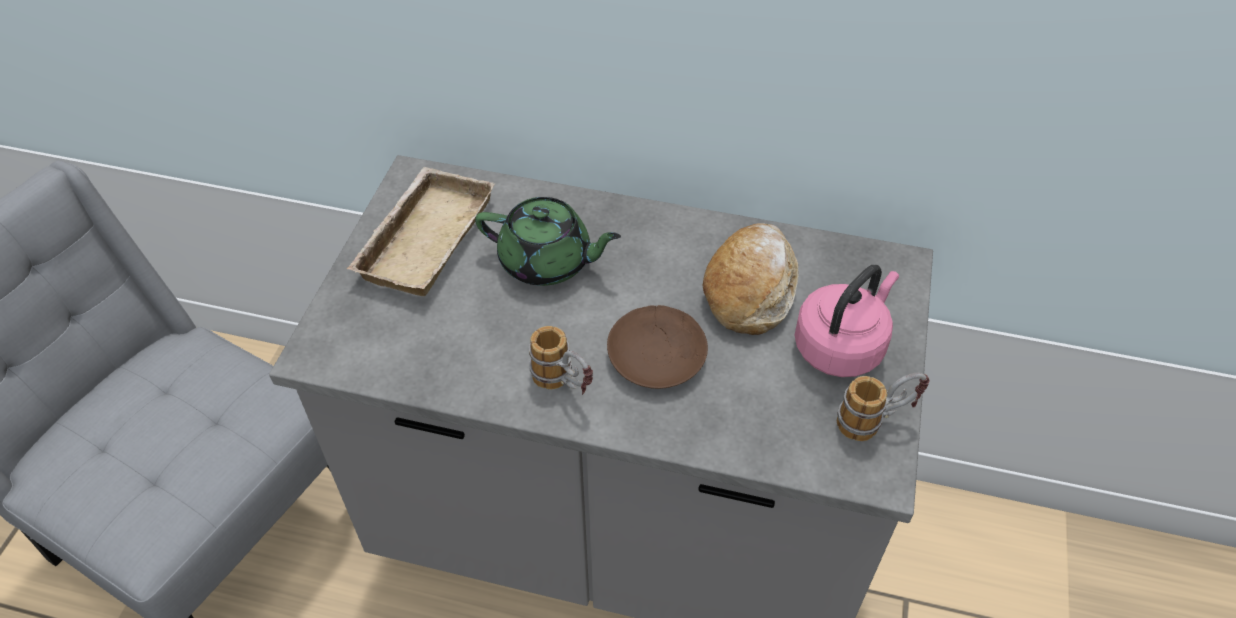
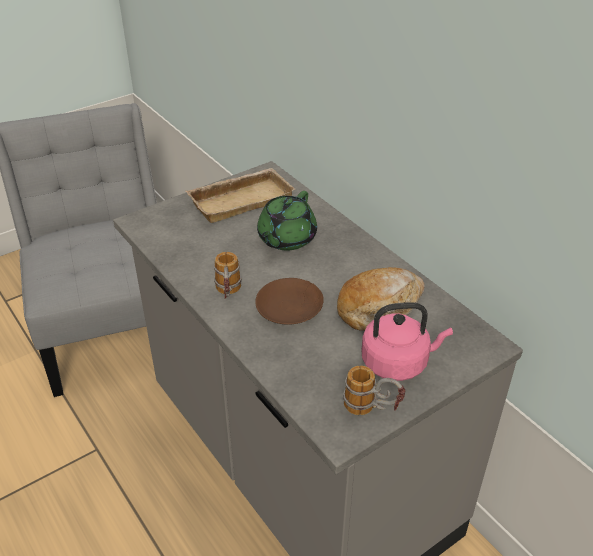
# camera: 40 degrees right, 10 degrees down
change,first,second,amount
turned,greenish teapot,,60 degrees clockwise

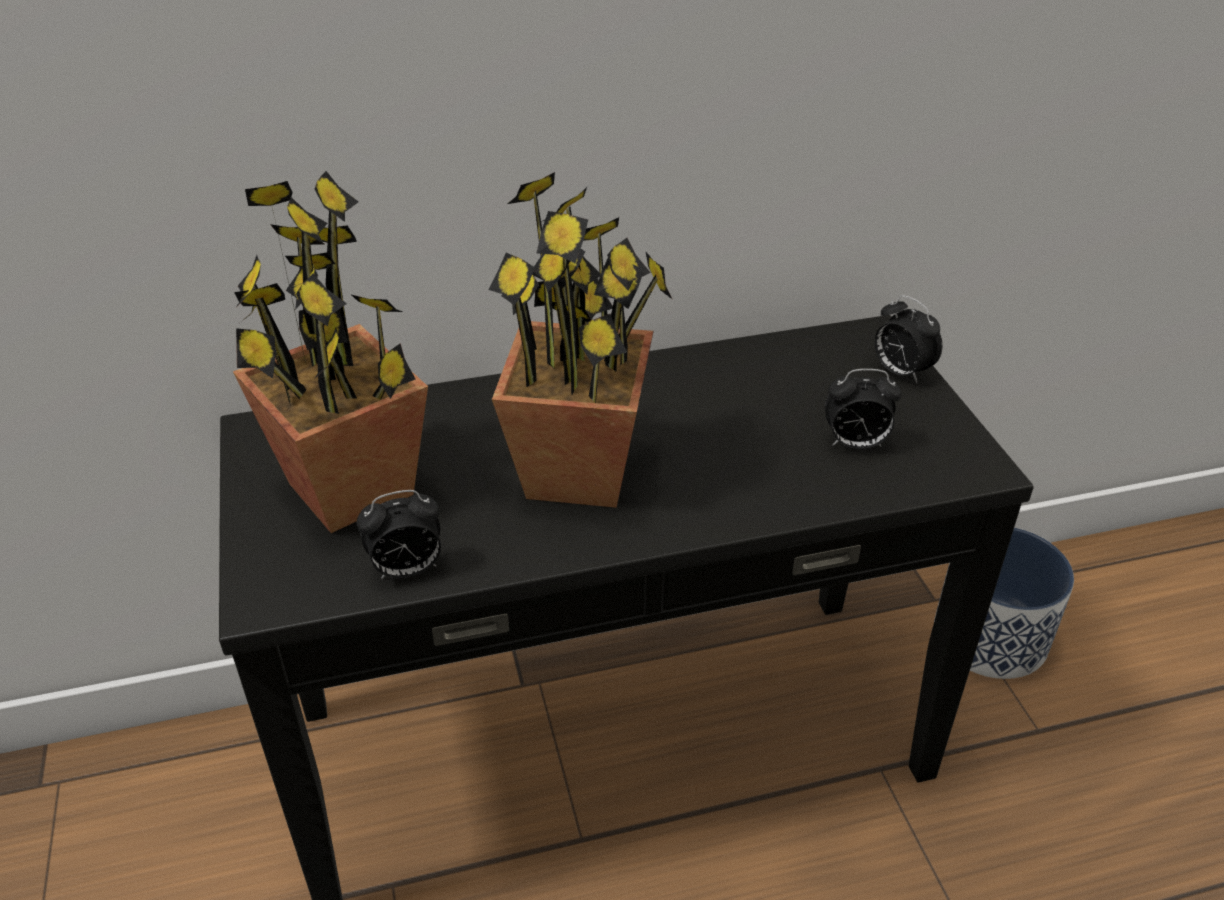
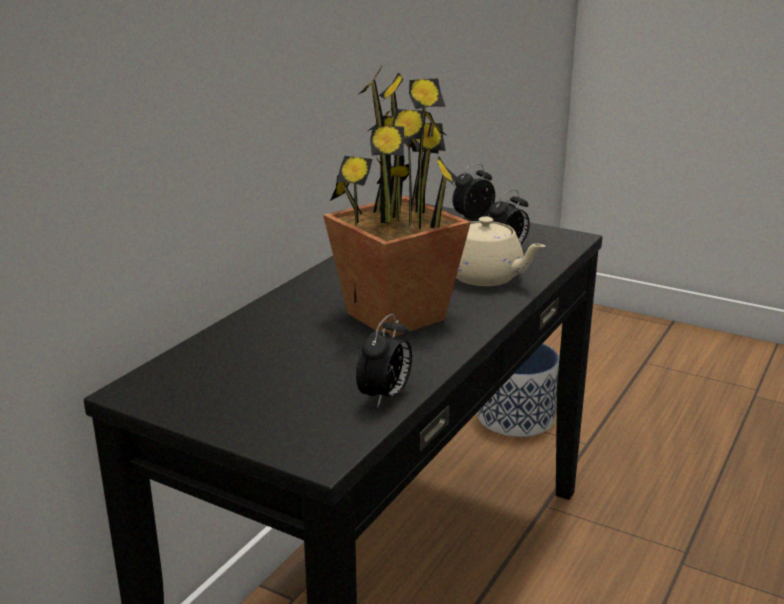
# camera: 45 degrees left, 15 degrees down
change,first,second,amount
turned,table clock (3rd from left in the first image),table clock (2nd from left),135 degrees clockwise
added,,beige teapot,
removed,houseplant (1st from left),,

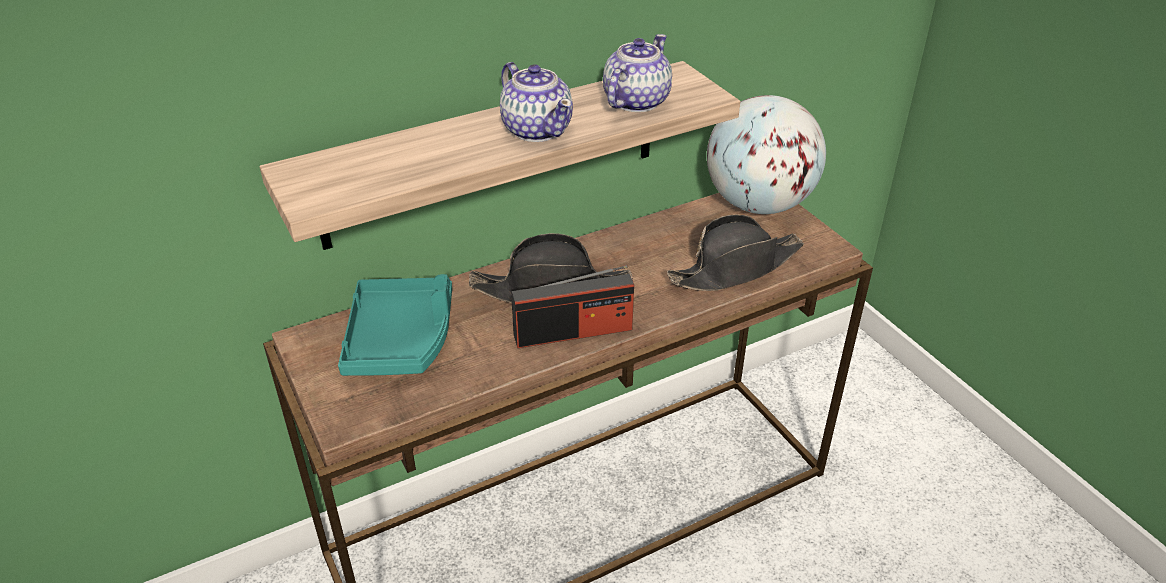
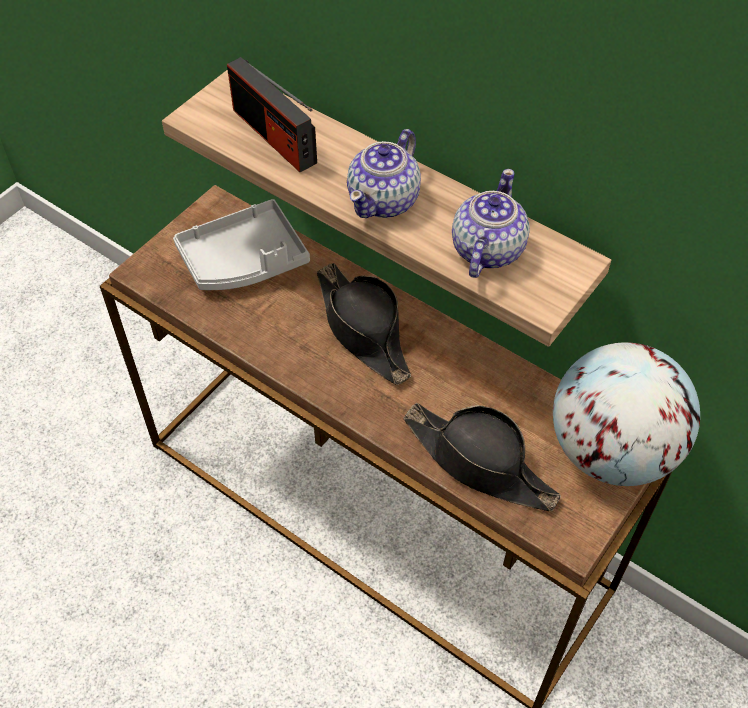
# camera: 65 degrees right, 15 degrees up
change,first,second,amount
recoloured,turquoise tray,grey tray,
moved,radio,,
turned,teapot (2nd from left),,75 degrees counterclockwise

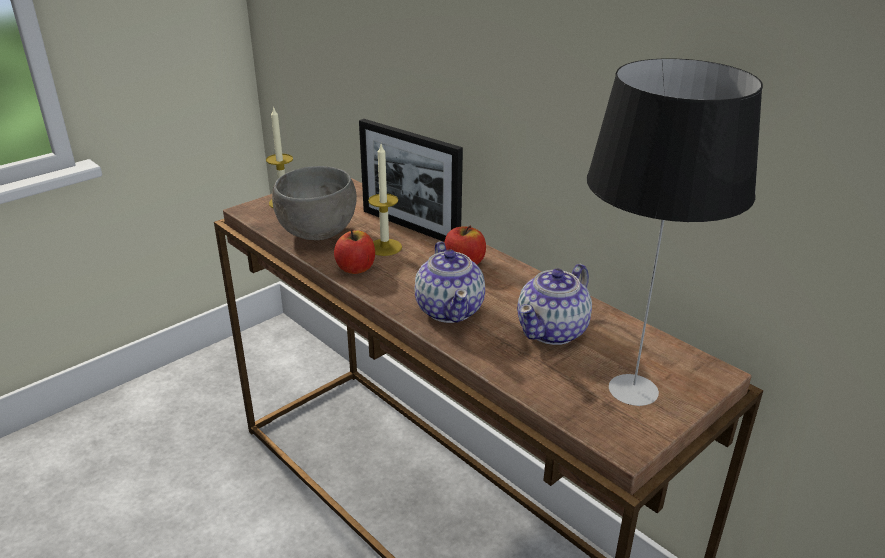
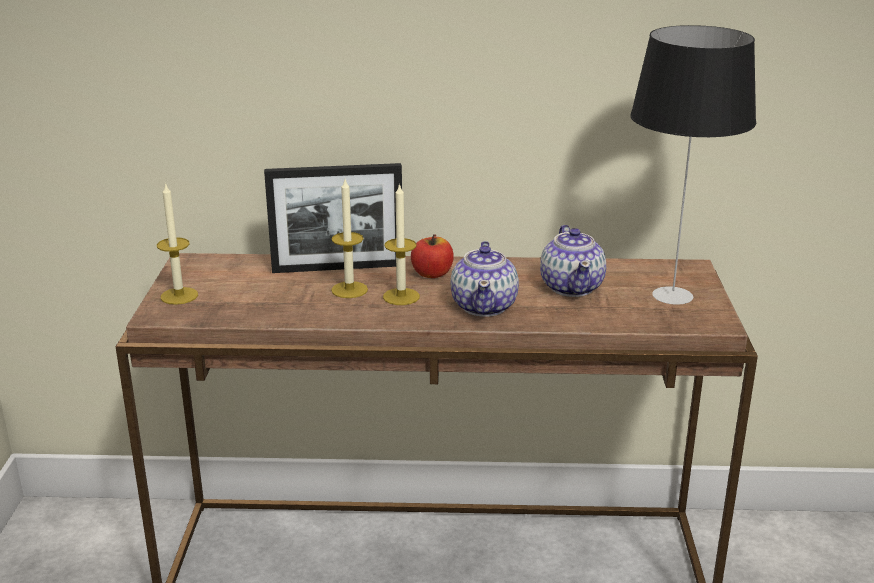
# camera: 45 degrees left, 5 degrees down
change,first,second,amount
added,,wax light (3rd from left),
turned,teapot (1st from left),,60 degrees clockwise
removed,grey deep dish,,
removed,apple (1st from left),,

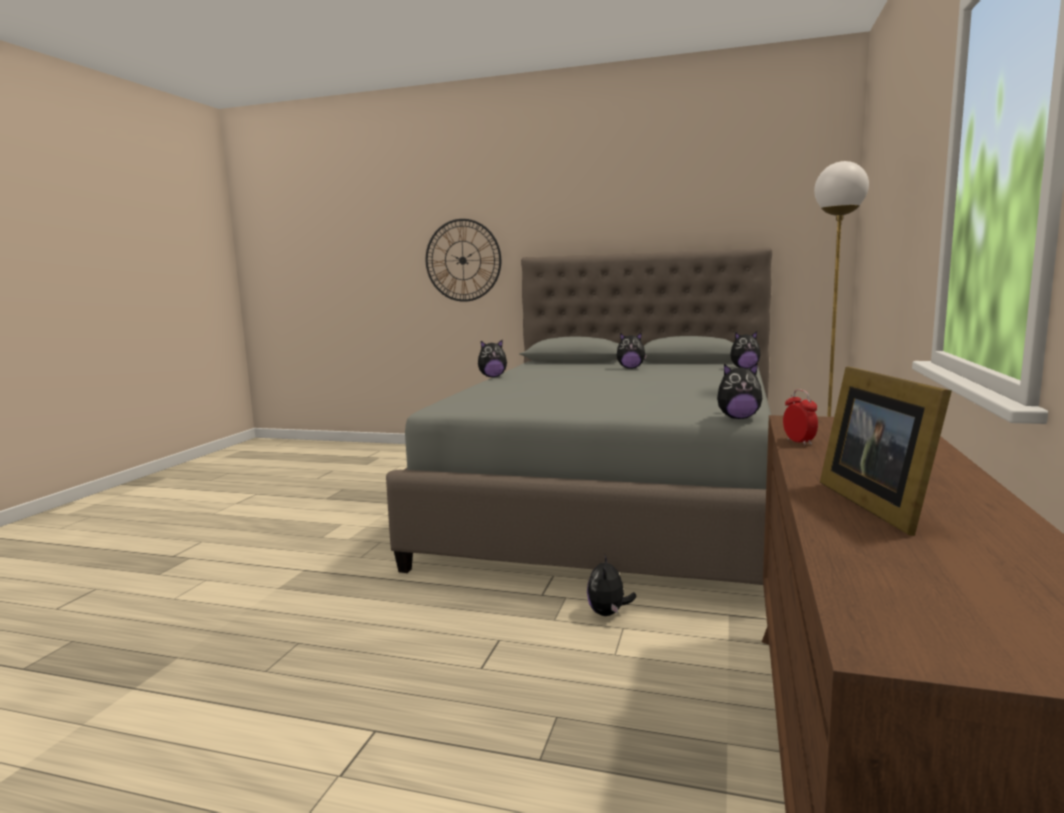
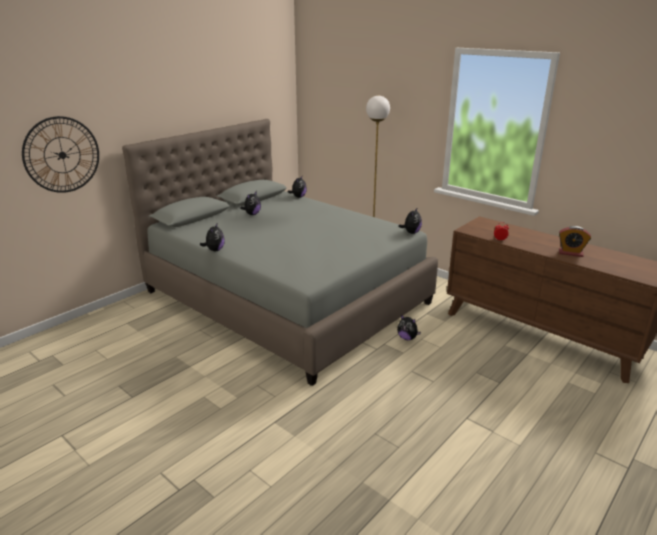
# camera: 65 degrees left, 15 degrees up
change,first,second,amount
replaced,photo frame,table clock (2nd from left),

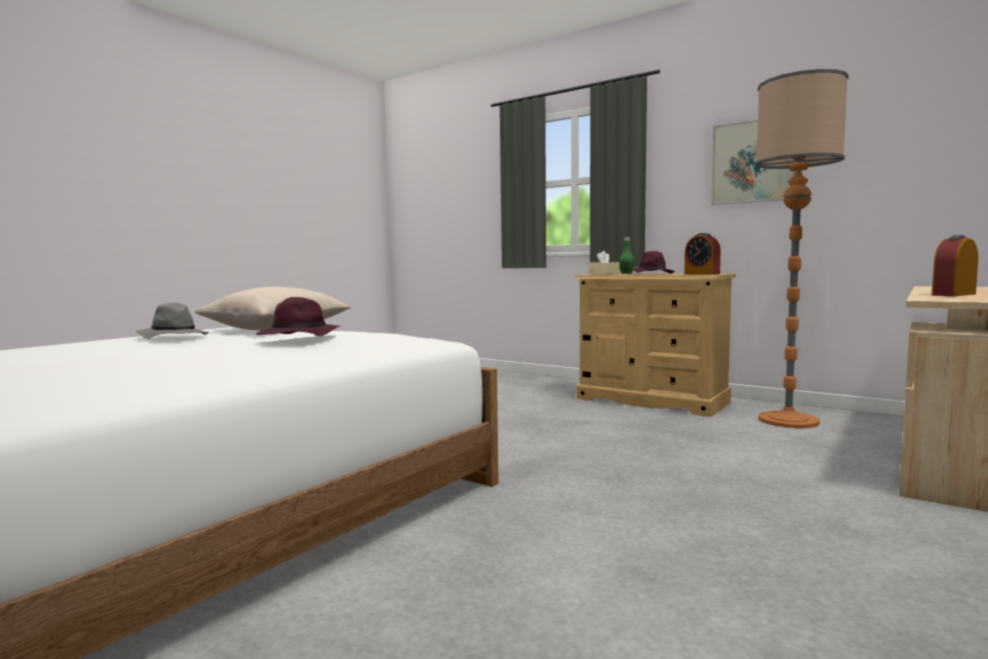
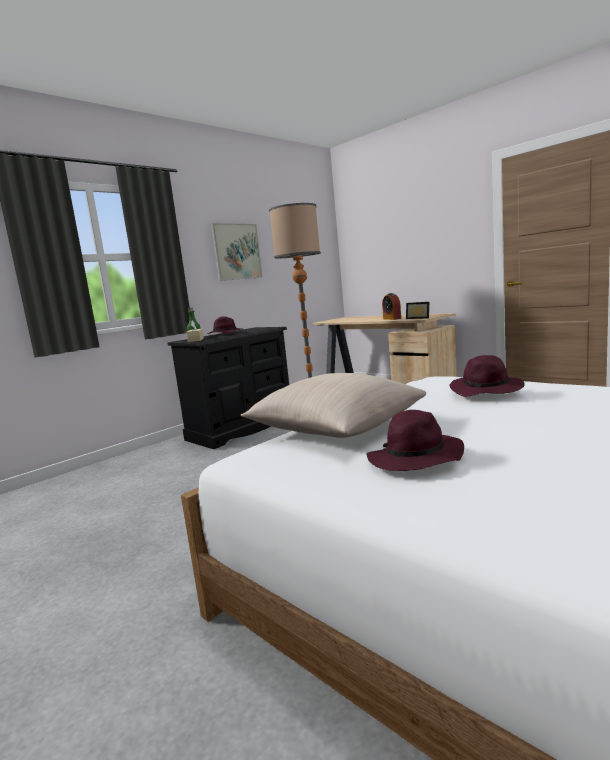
# camera: 80 degrees left, 5 degrees up
change,first,second,amount
recoloured,beige chest of drawers,blackish chest of drawers,
recoloured,grey clothing hat,purplish clothing hat (2nd from left),
added,,photo frame,
removed,table clock (1st from left),,

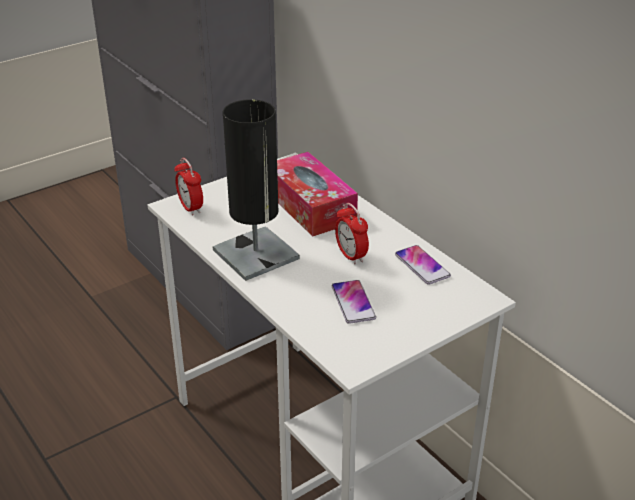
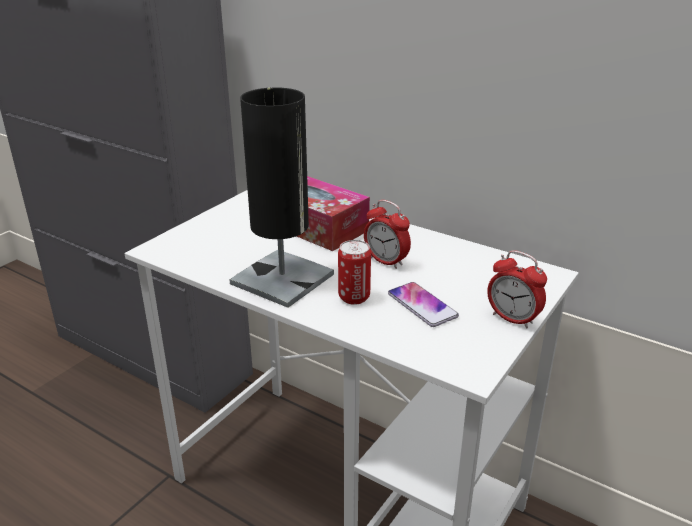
# camera: 20 degrees left, 5 degrees down
change,first,second,amount
added,,metal can,
moved,table clock (1st from left in the first image),table clock (2nd from left),
removed,phone (2nd from left),,

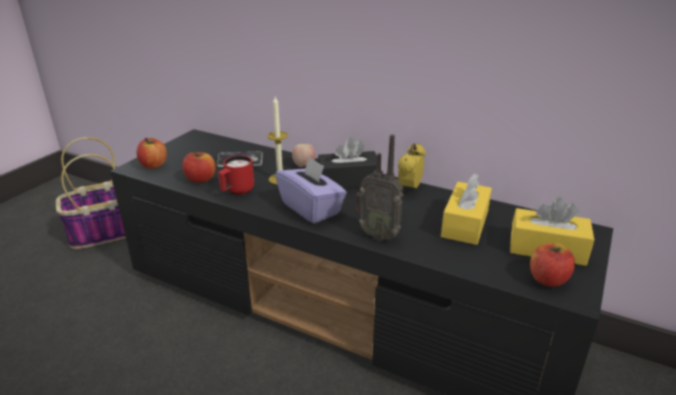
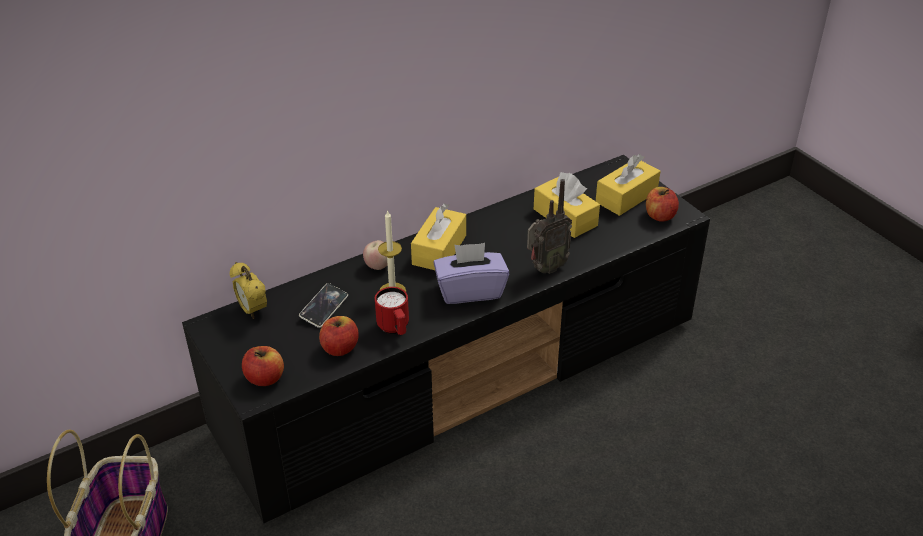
# camera: 60 degrees left, 10 degrees up
change,first,second,amount
moved,table clock,,
recoloured,blackish tissue box,yellow tissue box (1st from left),

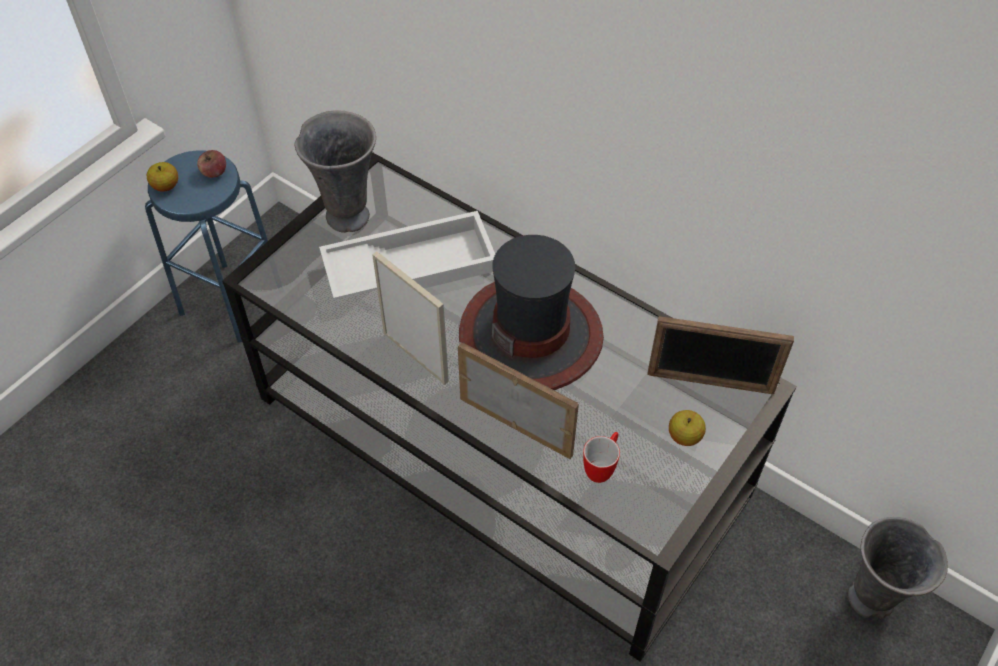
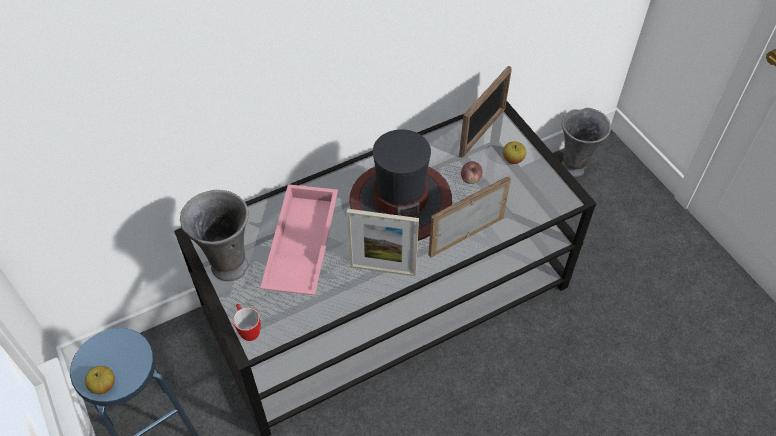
# camera: 65 degrees left, 0 degrees up
change,first,second,amount
moved,mug,,
recoloured,white tray,pink-coloured tray,
turned,photo frame (1st from left),,150 degrees counterclockwise
moved,apple (2nd from left),,

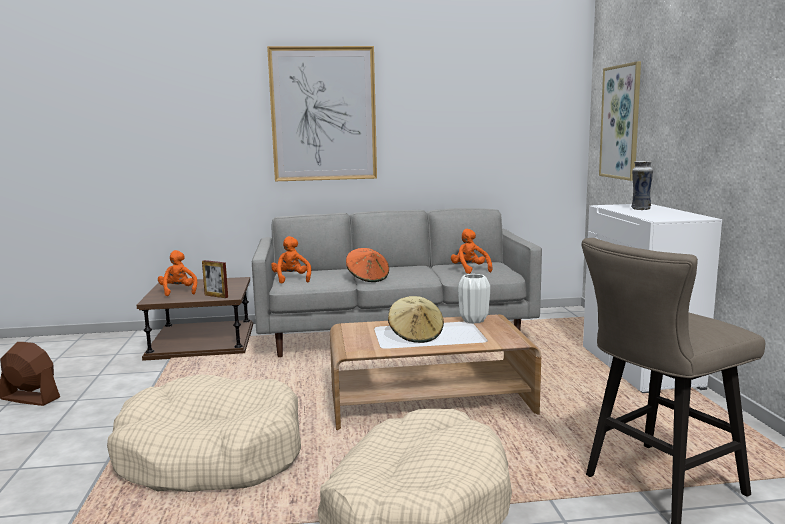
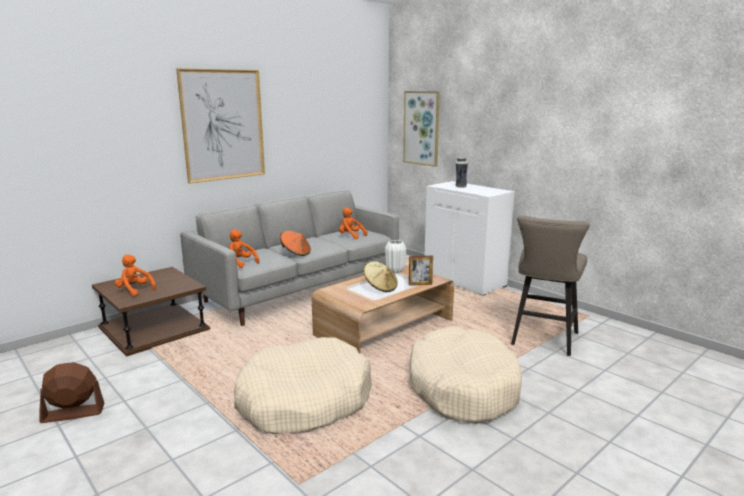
# camera: 35 degrees left, 5 degrees up
change,first,second,amount
moved,photo frame,,

